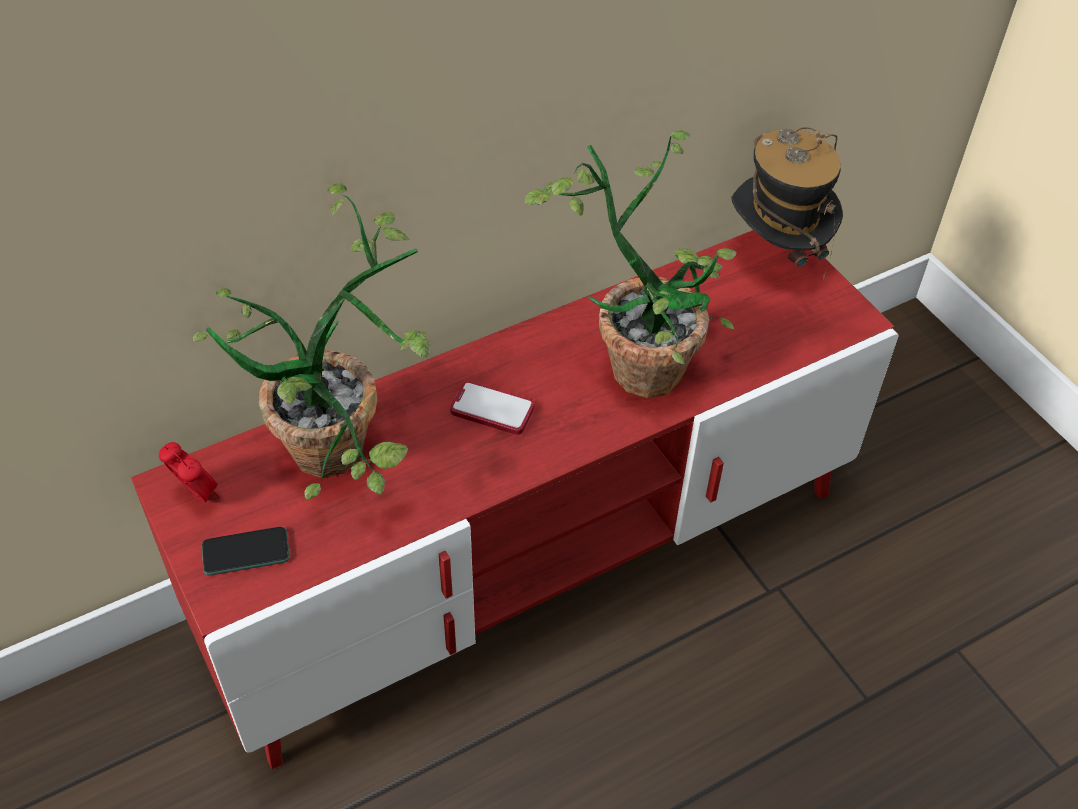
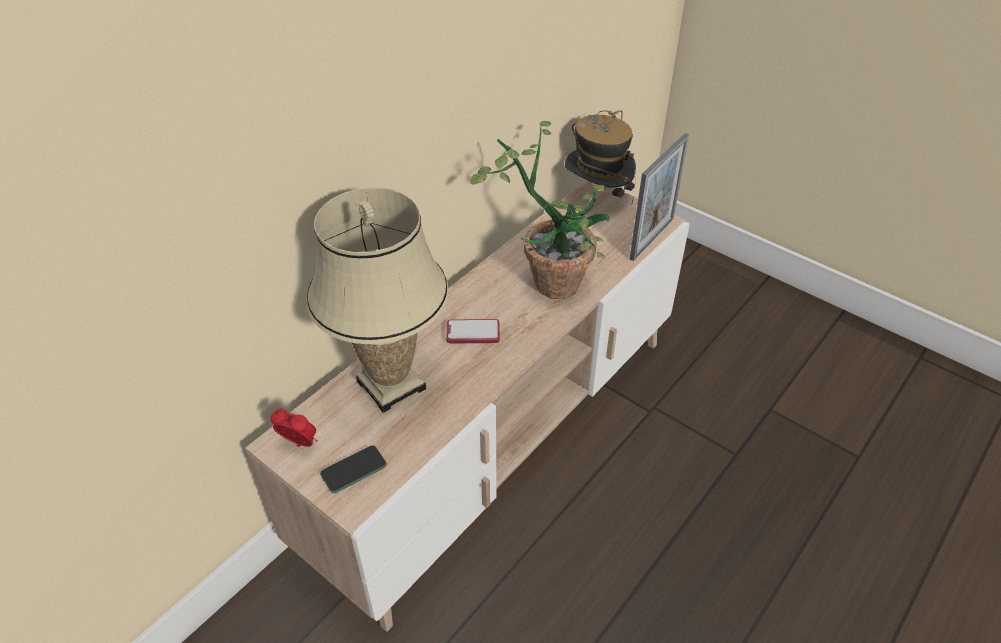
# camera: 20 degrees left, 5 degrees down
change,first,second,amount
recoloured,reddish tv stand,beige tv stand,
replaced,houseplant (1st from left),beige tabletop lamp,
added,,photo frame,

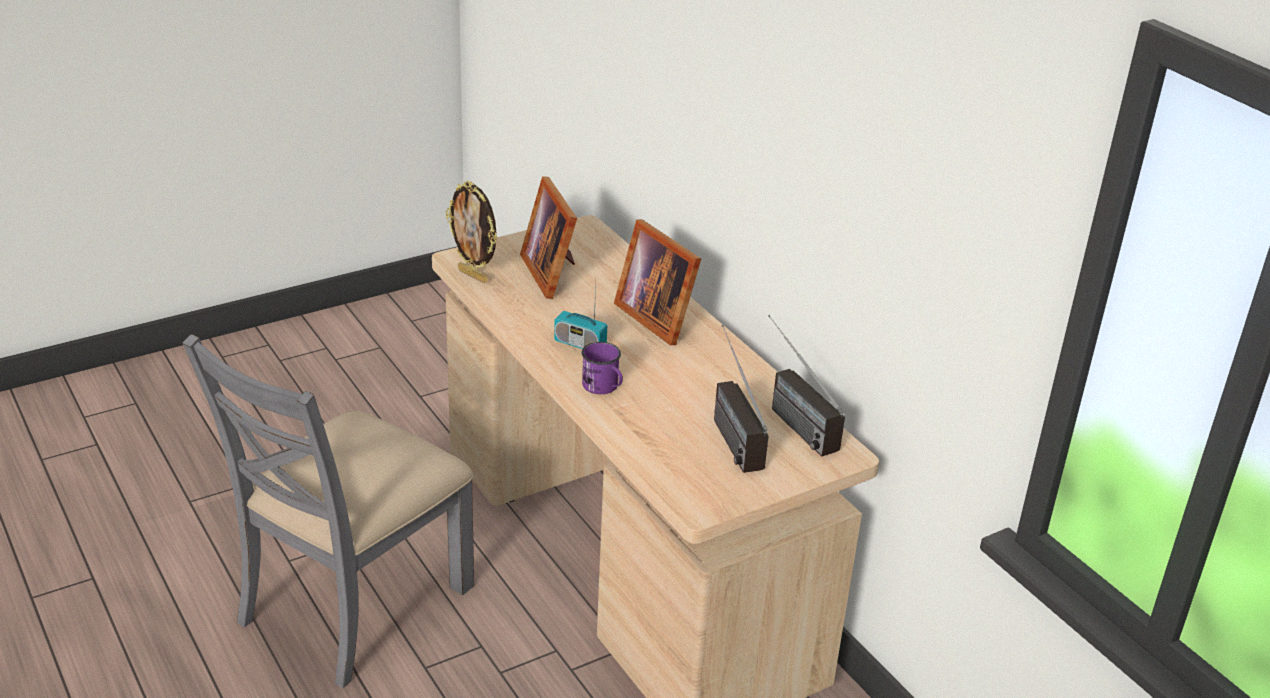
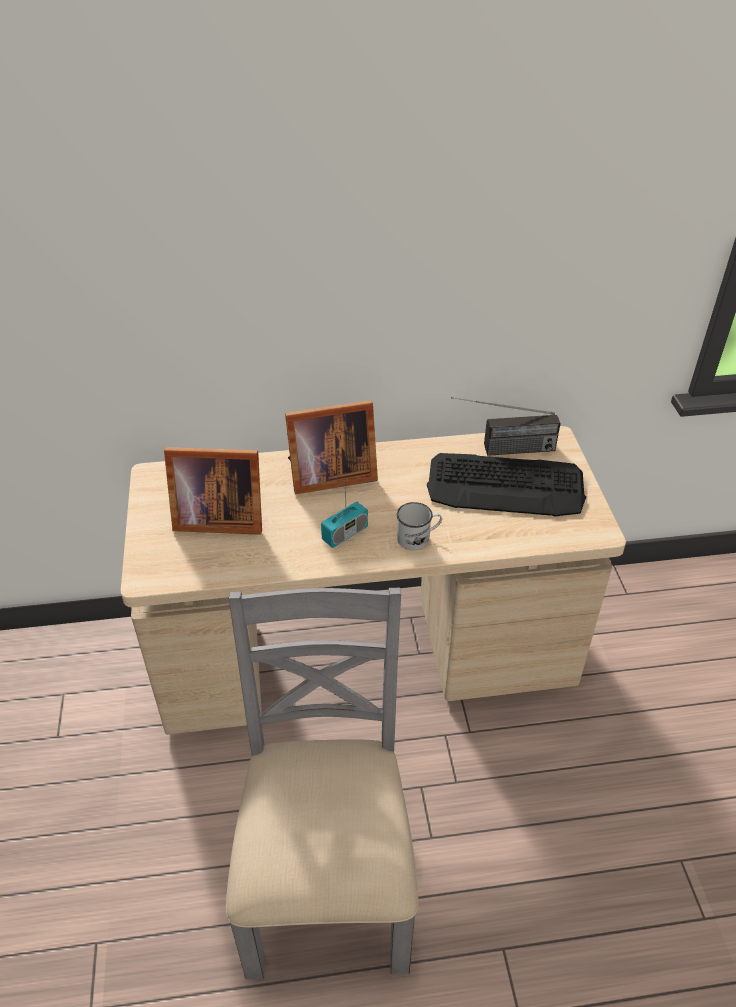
# camera: 65 degrees left, 10 degrees up
change,first,second,amount
turned,grey upright chair,,150 degrees counterclockwise
recoloured,purplish mug,white mug,
replaced,radio (2nd from left),keyboard,
removed,photo frame (1st from left),,

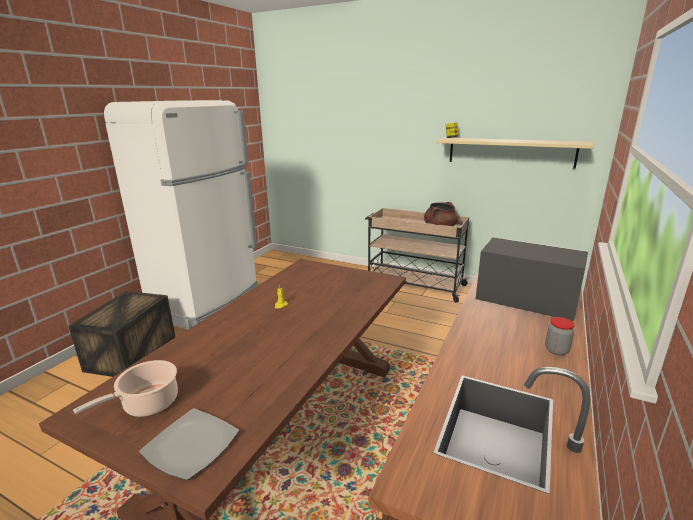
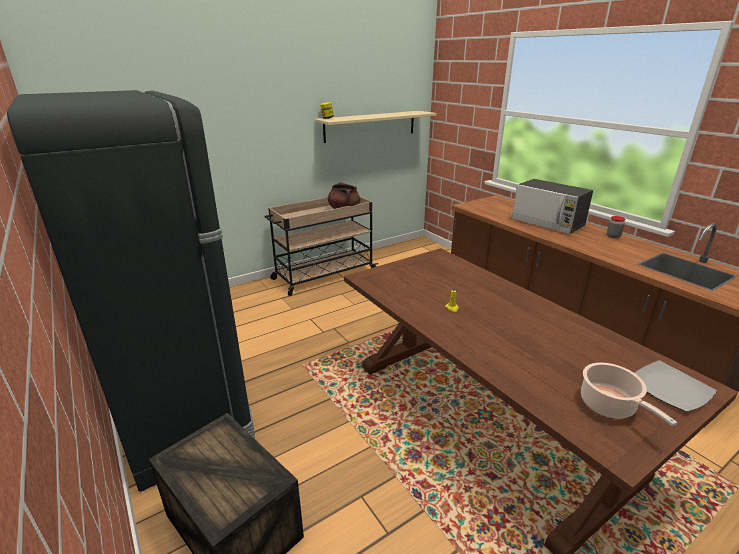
# camera: 60 degrees left, 5 degrees up
change,first,second,amount
recoloured,white refrigerator,blackish refrigerator,
turned,microwave oven,,105 degrees counterclockwise

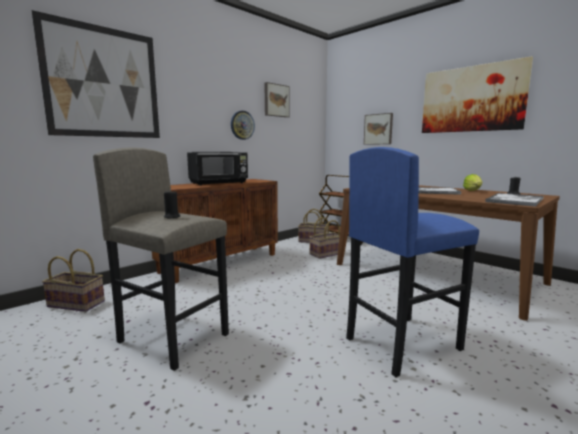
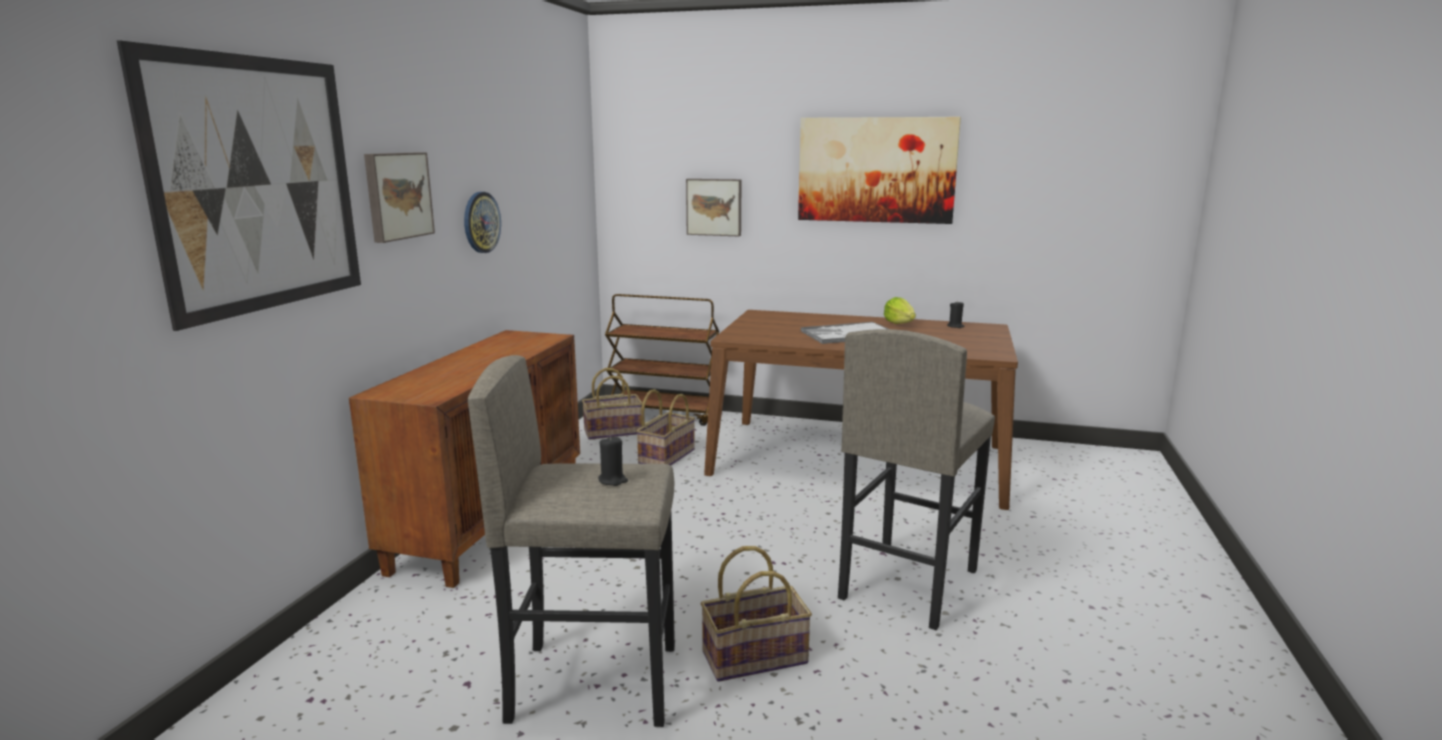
# camera: 30 degrees left, 5 degrees up
change,first,second,amount
moved,wall art (2nd from left),,
moved,basket (1st from left in the first image),basket (3rd from left),
recoloured,bluish sitting stool,grey sitting stool (2nd from left),
removed,blackish microwave oven,,
removed,tray (2nd from left),,

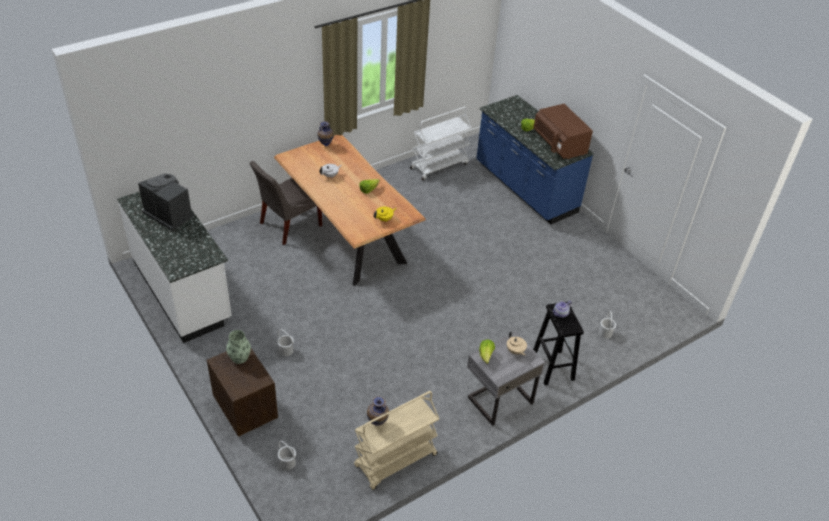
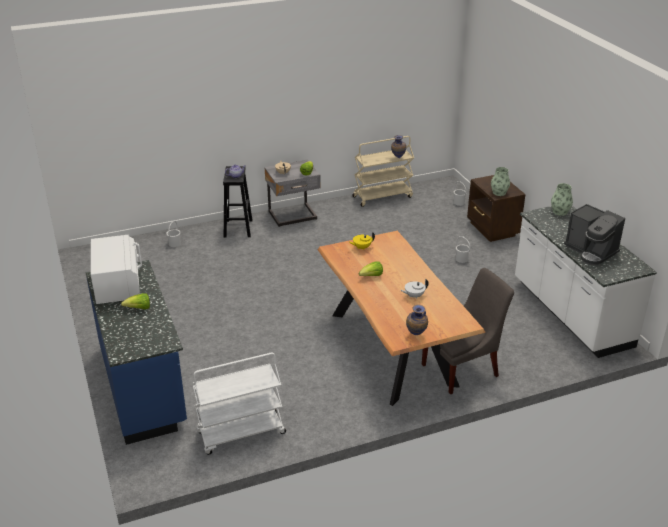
# camera: 165 degrees left, 10 degrees down
change,first,second,amount
recoloured,brown-coloured microwave oven,white microwave oven,
added,,decorative vase (4th from left),

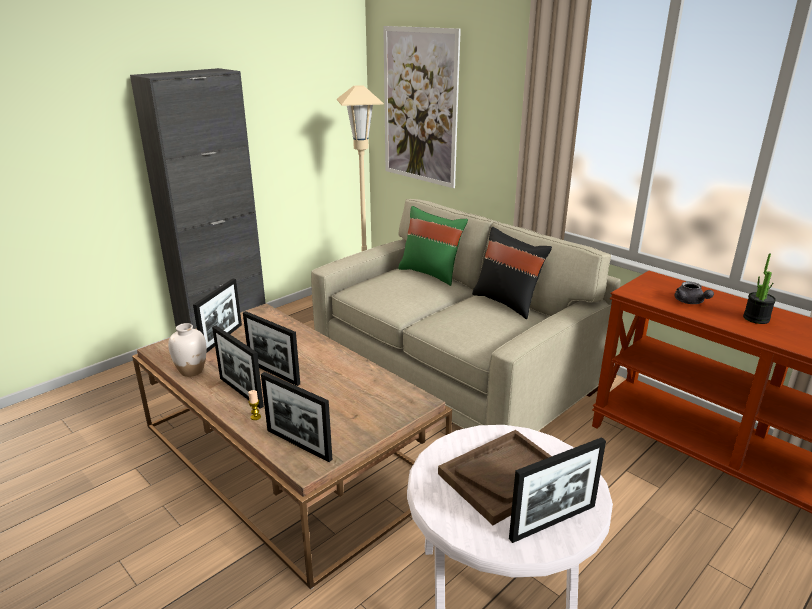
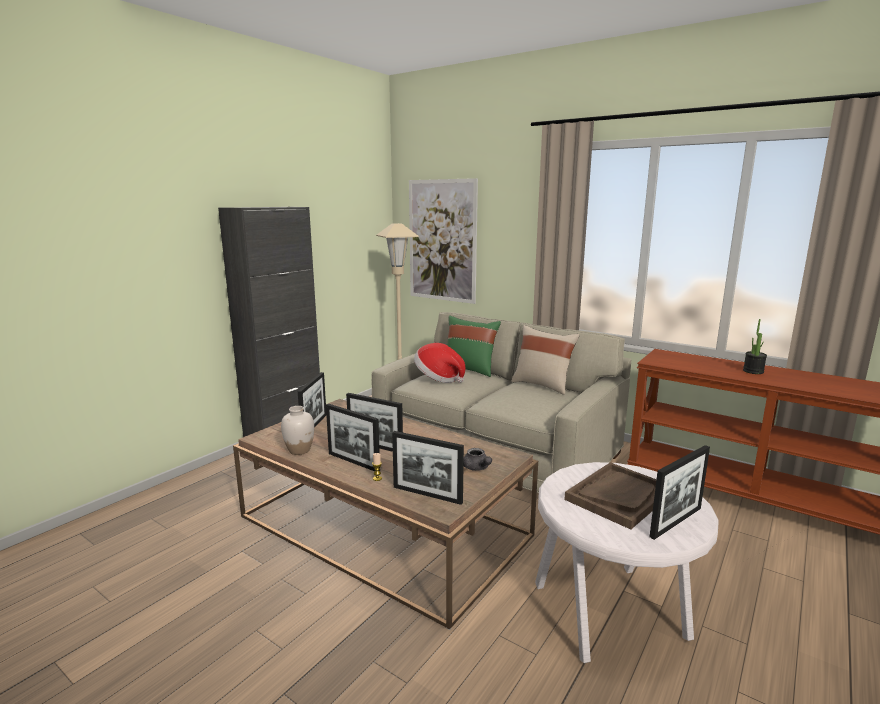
# camera: 10 degrees left, 10 degrees down
change,first,second,amount
added,,clothing hat,
moved,grey teapot,,
recoloured,blackish throw pillow,beige throw pillow,

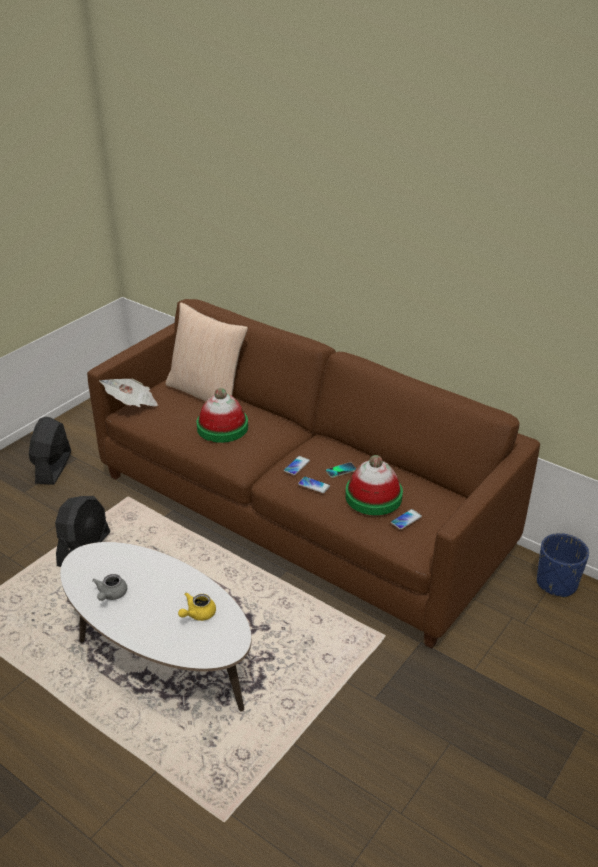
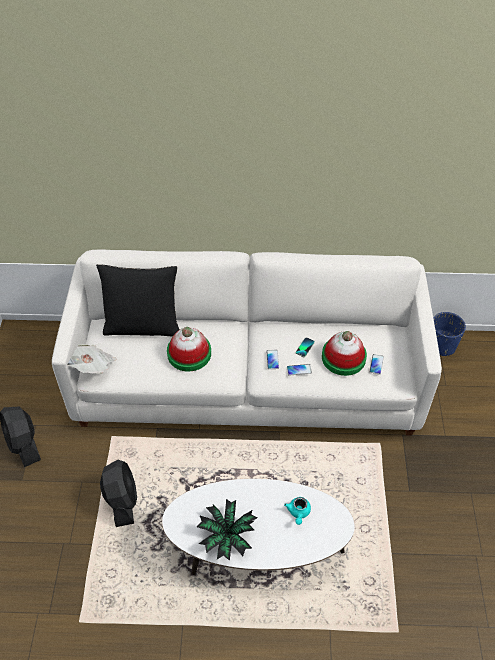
# camera: 35 degrees left, 15 degrees up
change,first,second,amount
recoloured,brown-coloured settee,white settee,
recoloured,beige throw pillow,blackish throw pillow,
replaced,grey teapot,houseplant,
recoloured,yellow teapot,turquoise teapot,

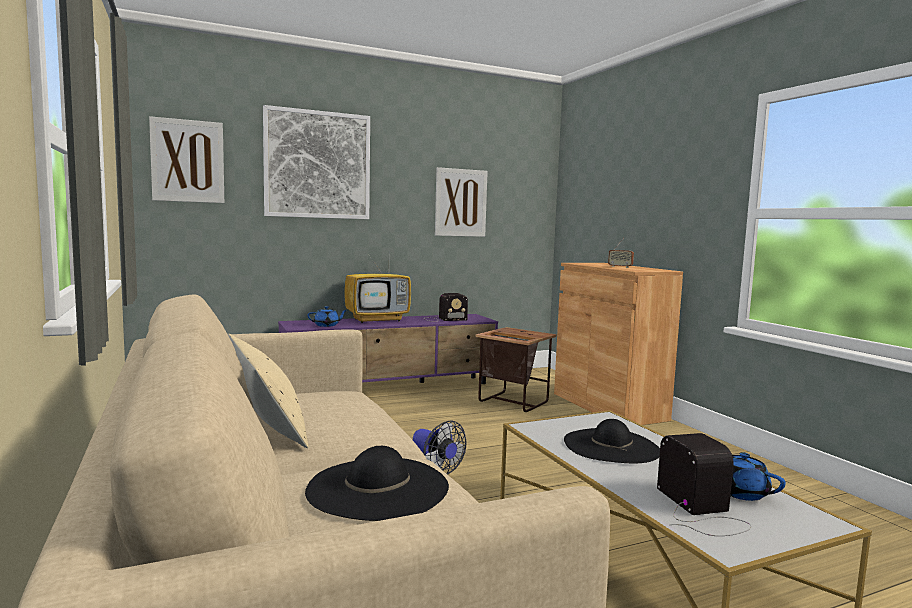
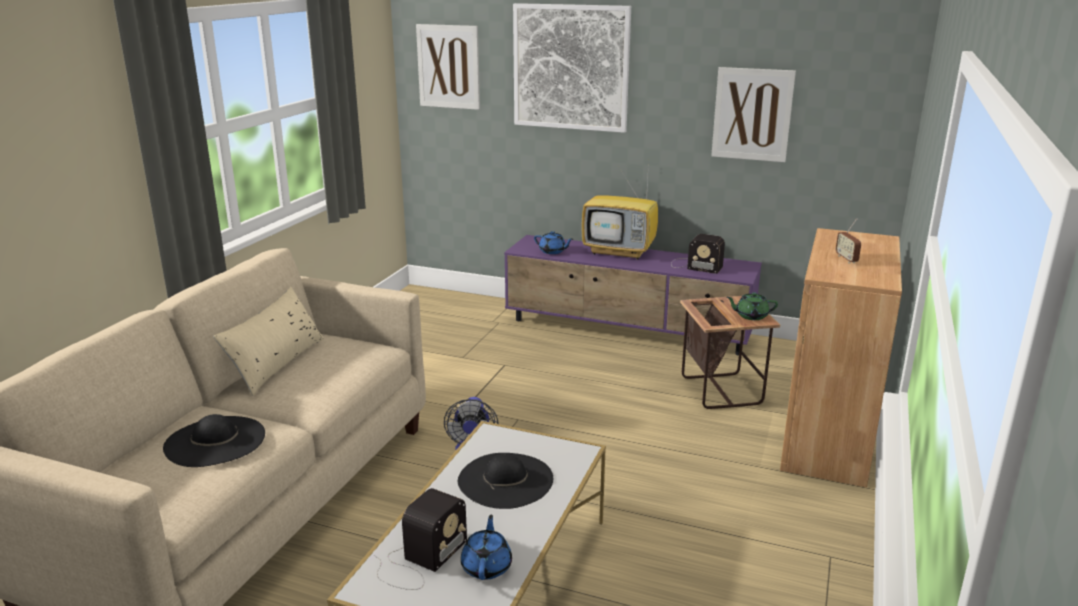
# camera: 45 degrees right, 15 degrees up
change,first,second,amount
added,,greenish teapot,

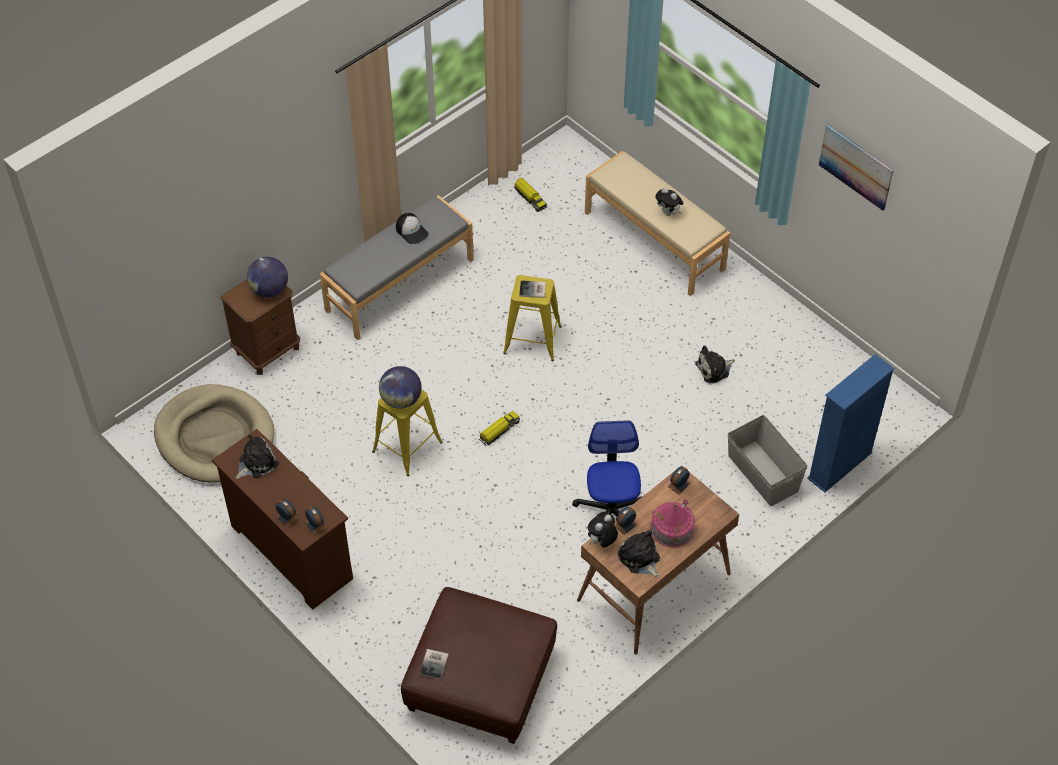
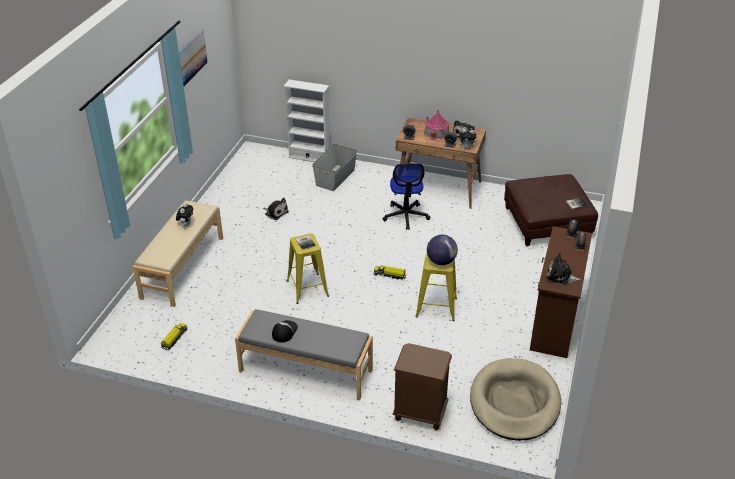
# camera: 120 degrees left, 15 degrees down
change,first,second,amount
recoloured,bluish bookcase,white bookcase,
turned,computer chair,,60 degrees counterclockwise
removed,world globe (1st from left),,

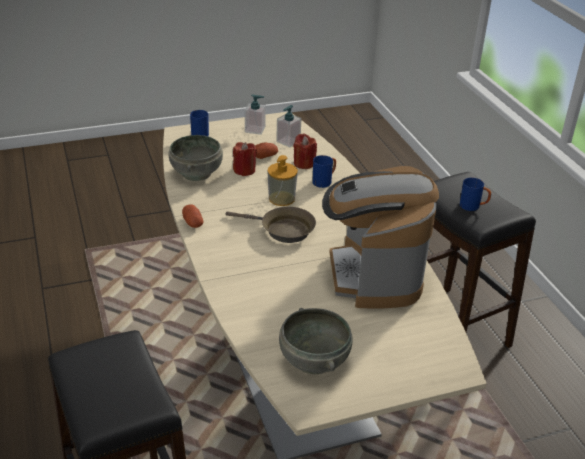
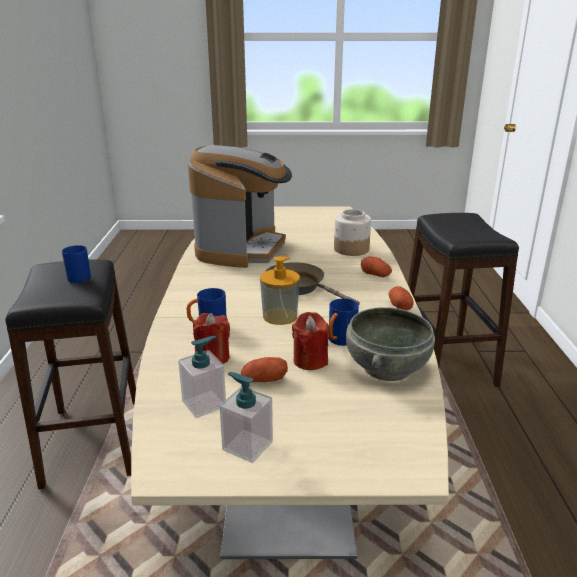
# camera: 160 degrees left, 10 degrees down
change,first,second,amount
moved,bluish mug (1st from left in the first image),bluish mug (3rd from left),
added,,preserve jar,
added,,whole potato (2nd from left),
removed,grey deep dish (2nd from left),,

